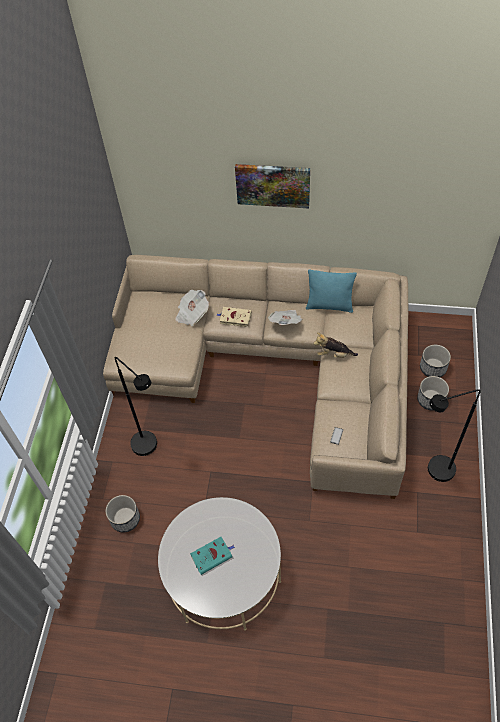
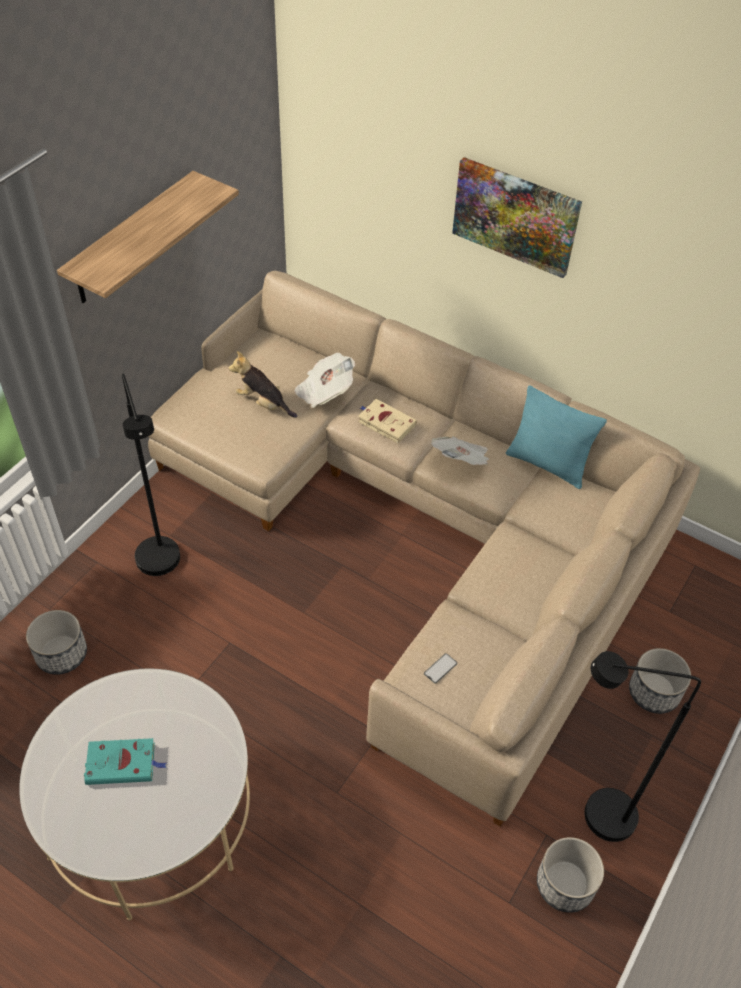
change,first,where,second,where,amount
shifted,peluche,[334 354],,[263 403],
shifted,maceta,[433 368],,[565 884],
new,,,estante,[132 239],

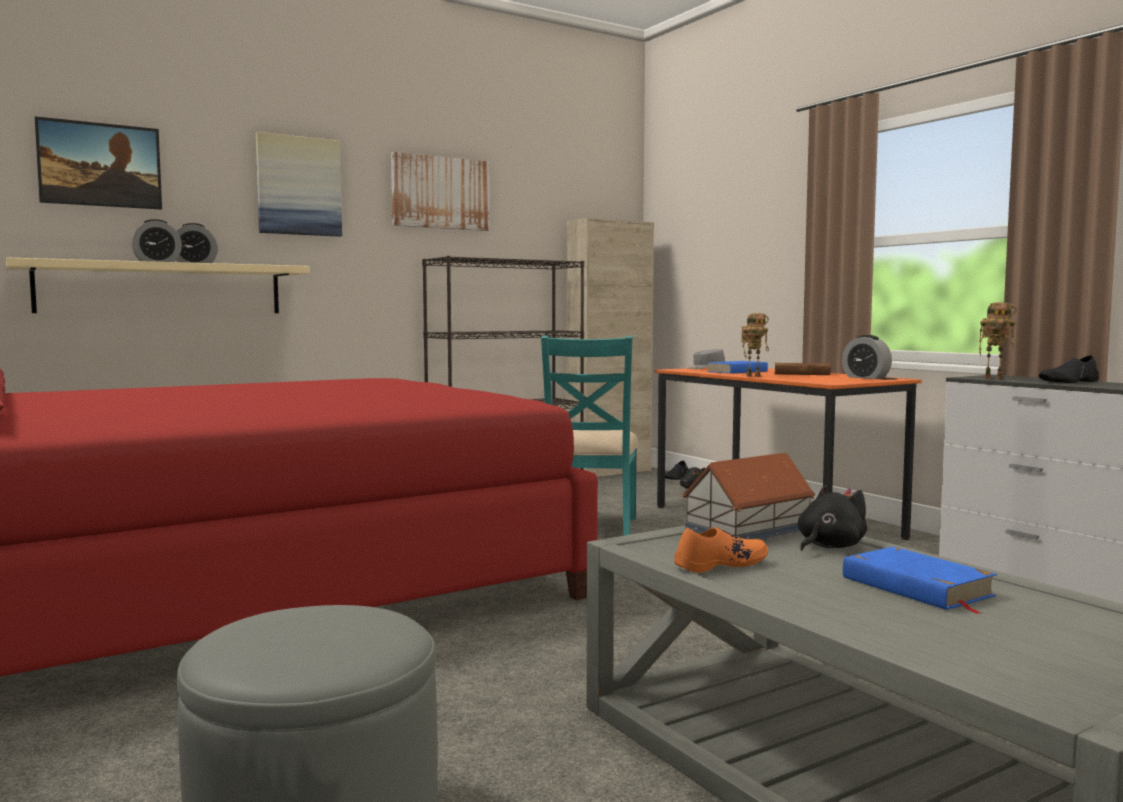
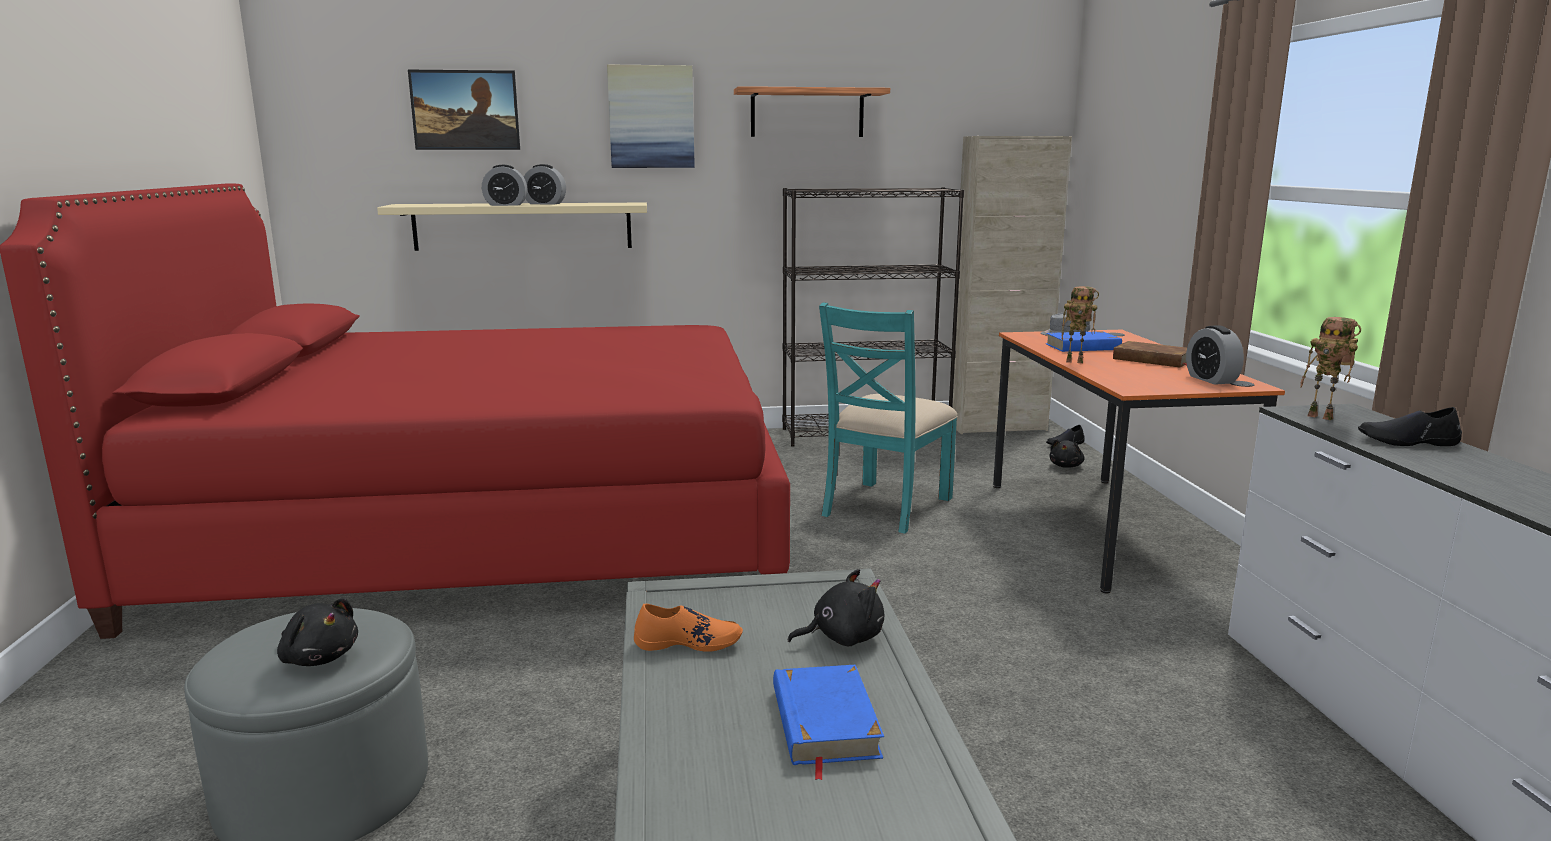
change,first,where,second,where,amount
swapped,cuadro,[440 193],estante,[807 113],
gone,casita,[749 528],,,
new,,,peluche [negro],[319 657],

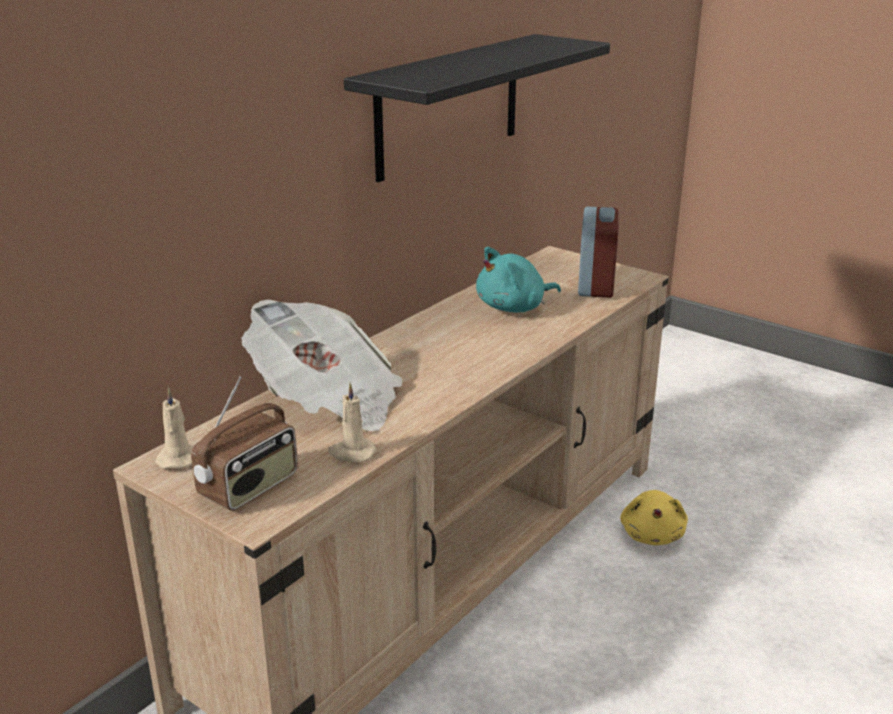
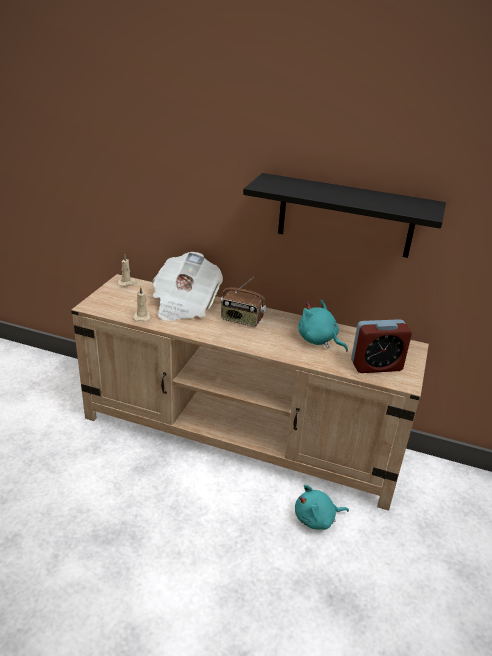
change,first,where,second,where,amount
shifted,radio,[250 488],,[241 320],
repainted,peluche [amarillo],[652 534],peluche [turquesa],[317 519],

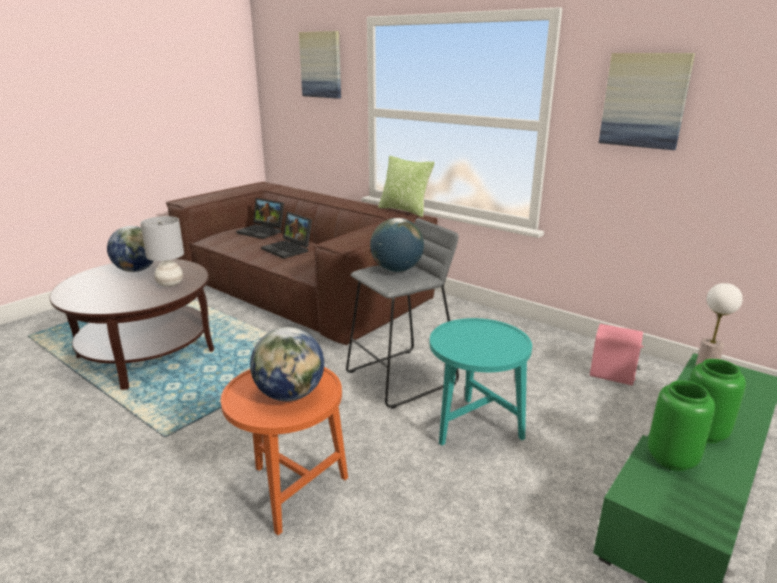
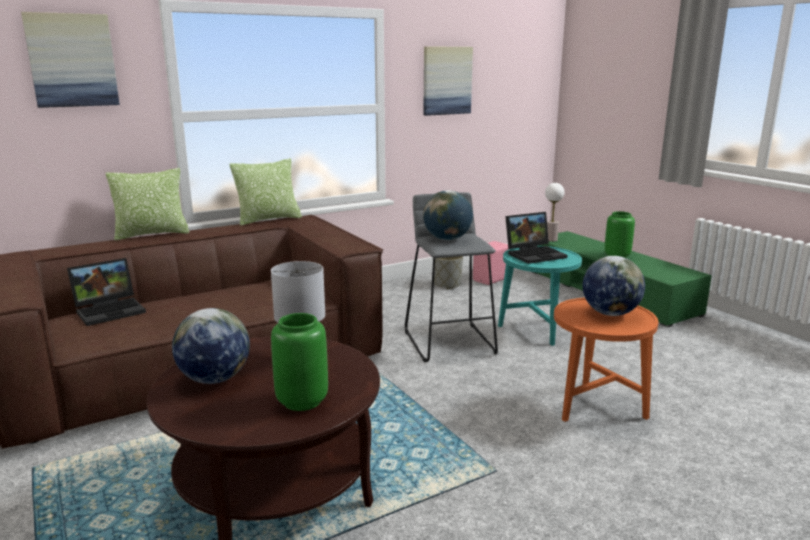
change,first,where,second,where,amount
shifted,portátil,[289 249],,[535 254],
shifted,florero [verde],[673 459],,[302 400],
new,,,cojín,[152 234],
new,,,maceta [gris],[446 285],

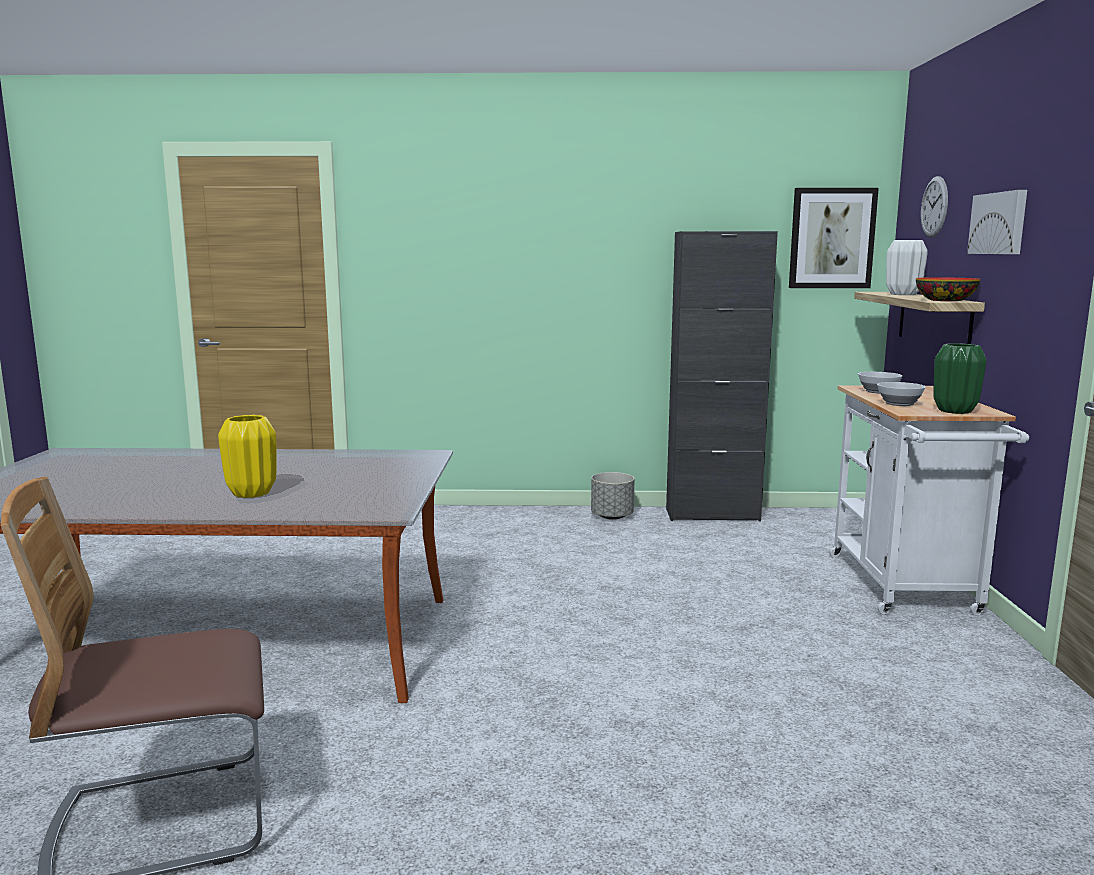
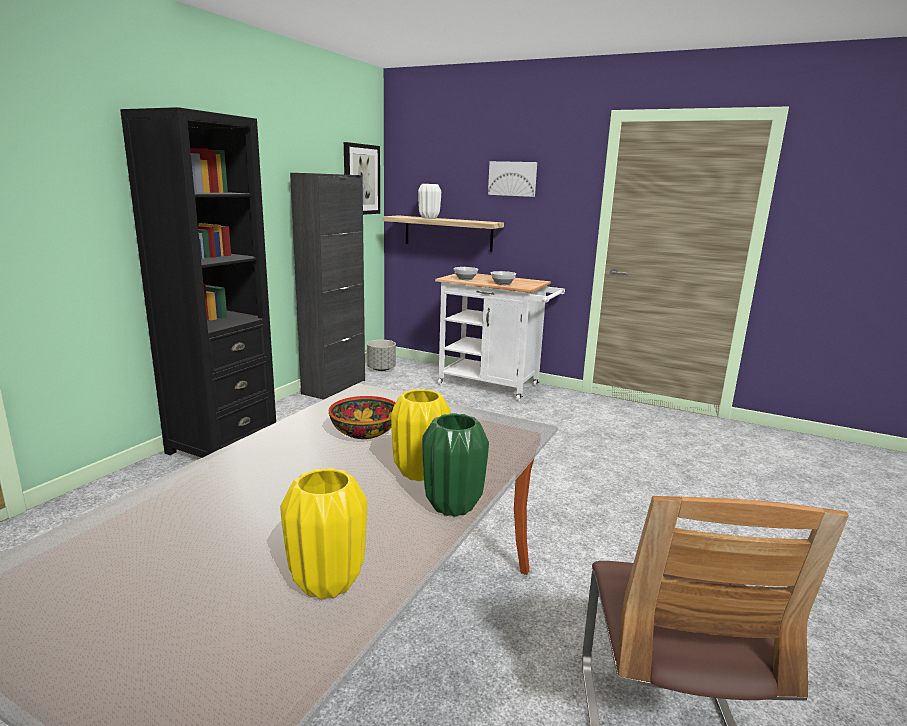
change,first,where,second,where,amount
shifted,maceta [gris],[612 516],,[381 369],
shifted,cuenco,[944 300],,[364 432],
gone,reloj de pared,[934 207],,,
shifted,florero [verde],[954 411],,[452 505],
new,,,estantería [negro],[222 445],
new,,,florero [amarillo],[327 582],

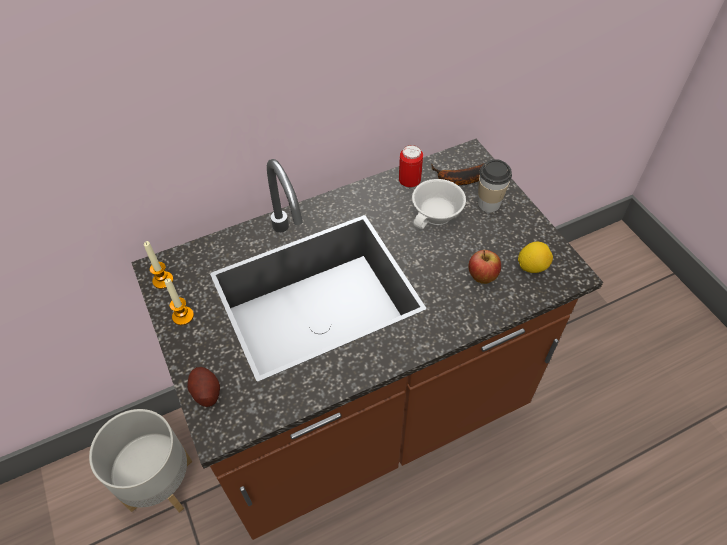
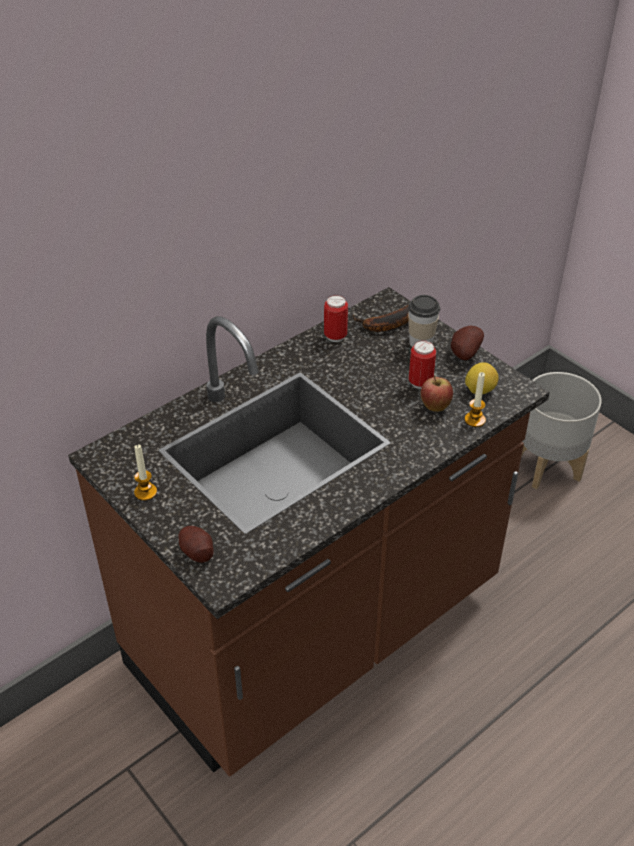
change,first,where,second,where,amount
shifted,maceta [gris],[160 484],,[547 467],
shifted,vela,[163 280],,[475 420],
gone,taza [blanco],[437 215],,,
new,,,lata,[420 382],
new,,,patata,[463 353],

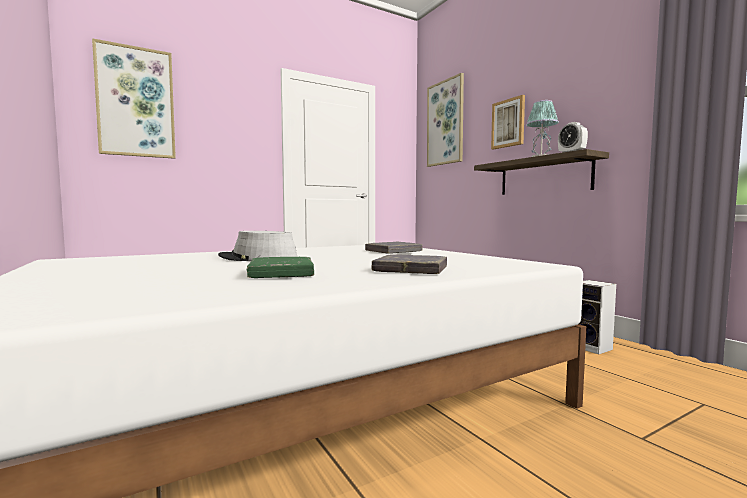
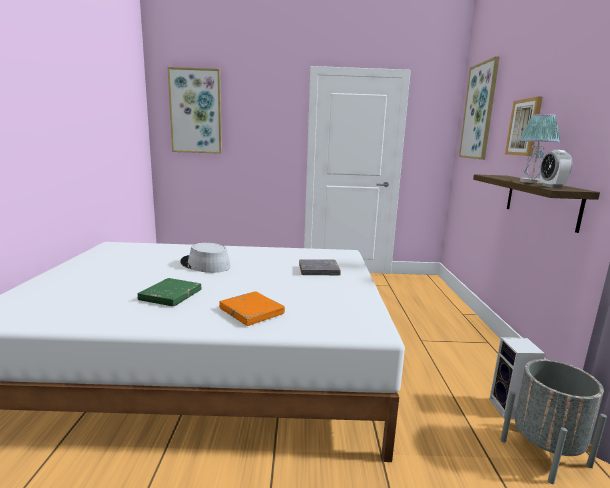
change,first,where,second,where,amount
repainted,libro [gris],[410 270],libro [naranja],[251 312],
new,,,maceta [gris],[544 453],

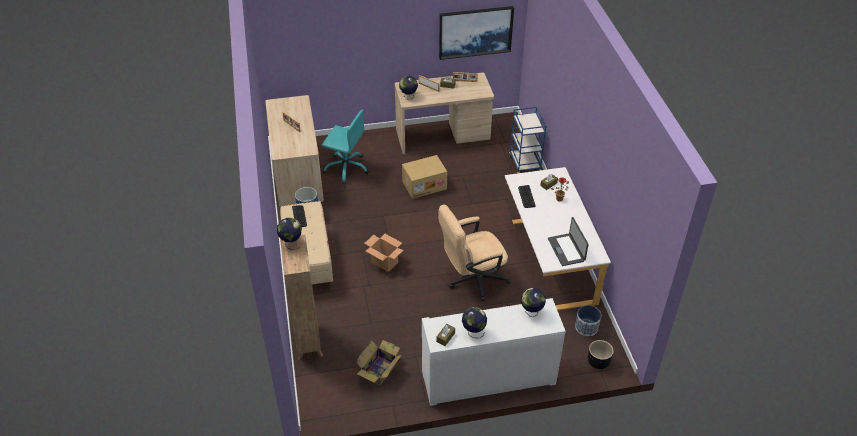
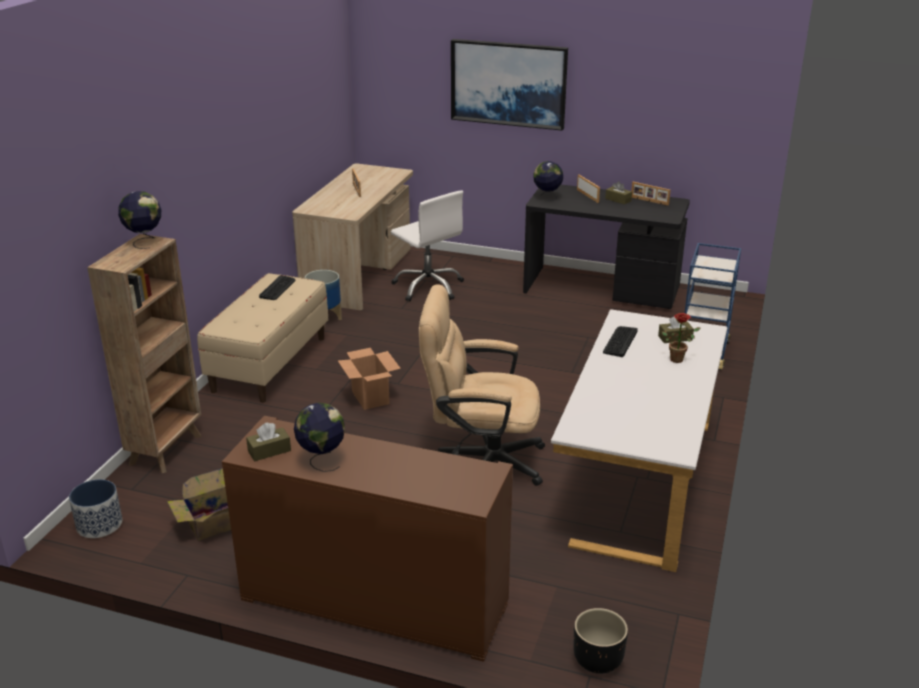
change,first,where,second,where,amount
repainted,silla de oficina [turquesa],[346 168],silla de oficina [blanco],[428 287],
repainted,escritorio [beis],[443 135],escritorio [negro],[601 289],
gone,caja de cartón,[424 185],,,
repainted,armario [blanco],[488 378],armario [marrón],[374 601],
shifted,cuadro,[475 32],,[508 83],
gone,globo terráqueo,[531 312],,,
gone,portátil,[566 250],,,
shifted,maceta,[586 327],,[100 524],

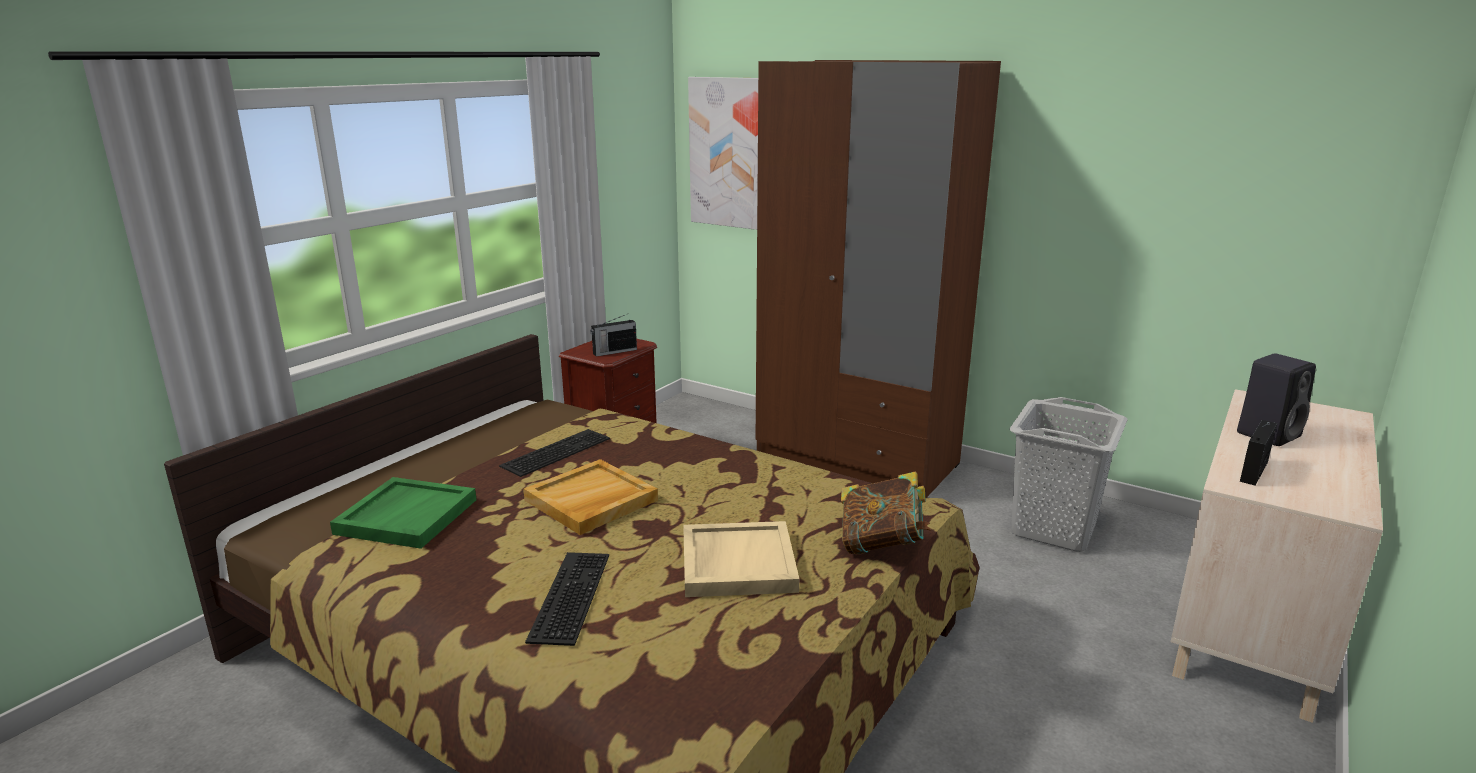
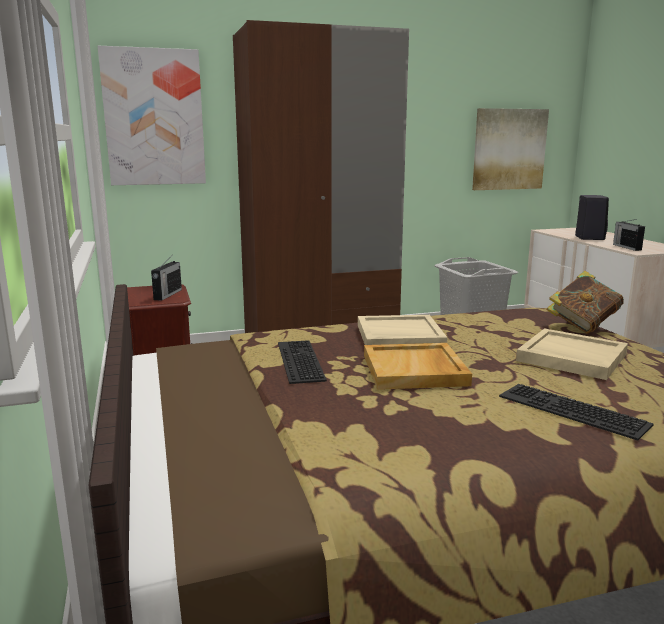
change,first,where,second,where,amount
gone,bandeja [verde],[406 516],,,
new,,,bandeja [beis],[399 336],
new,,,cuadro,[509 149],

